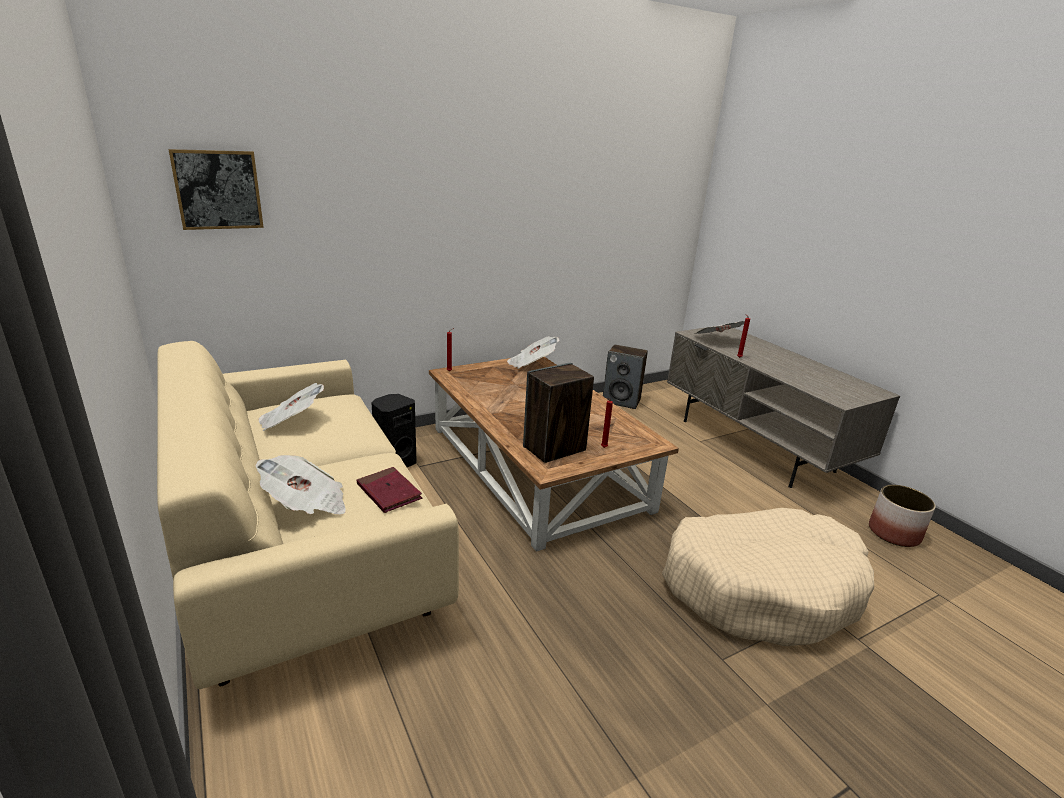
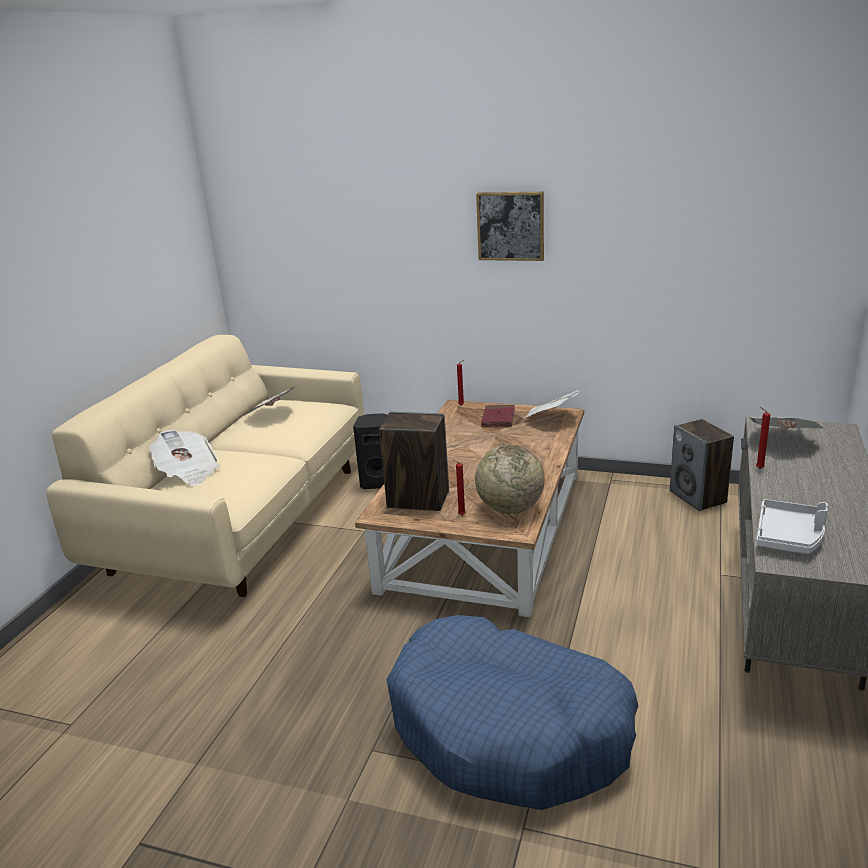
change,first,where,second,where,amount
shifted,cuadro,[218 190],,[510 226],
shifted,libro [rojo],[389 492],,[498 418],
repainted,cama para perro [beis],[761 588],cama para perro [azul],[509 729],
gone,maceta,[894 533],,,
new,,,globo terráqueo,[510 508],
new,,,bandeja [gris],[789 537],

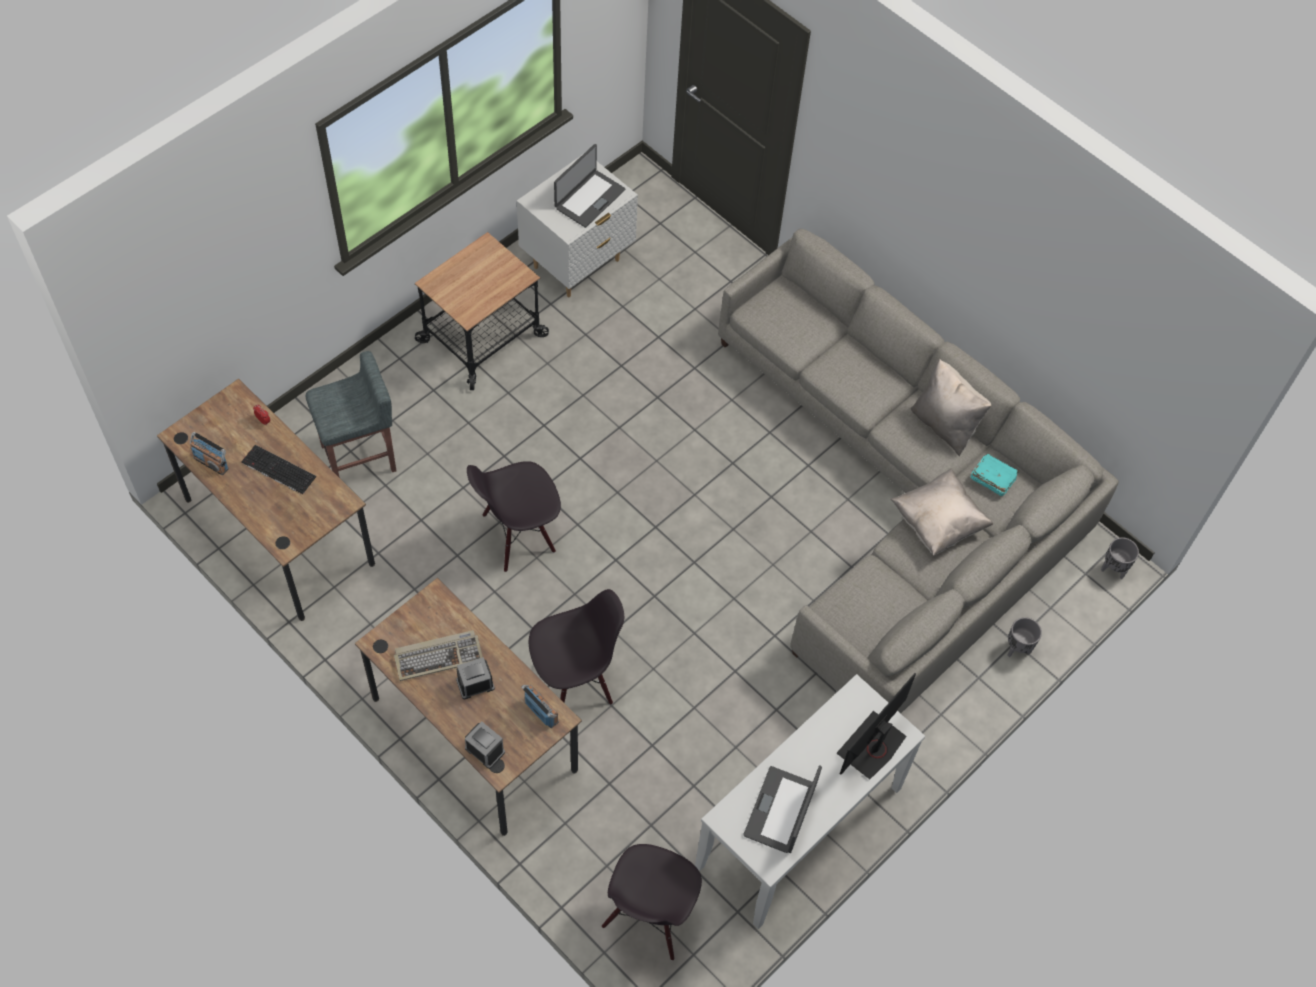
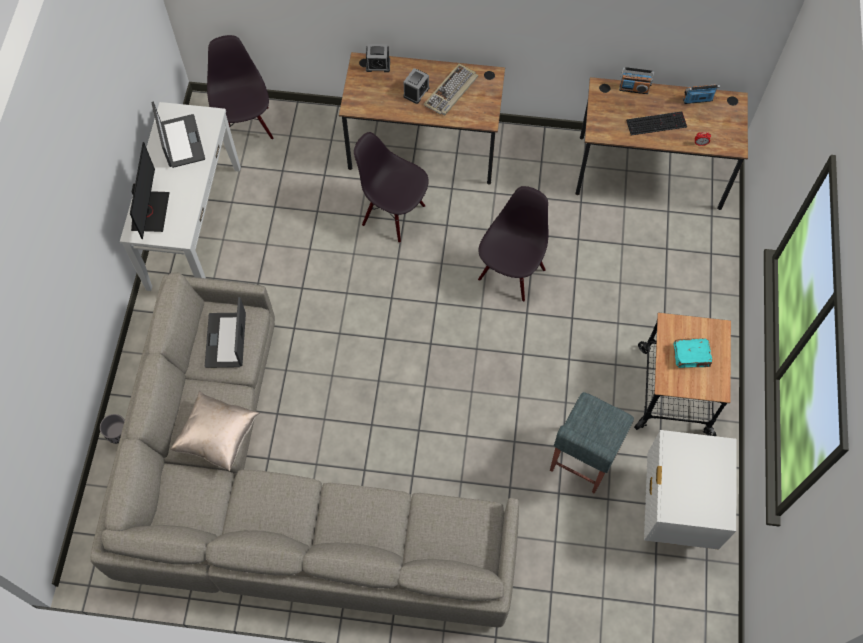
change,first,where,second,where,amount
shifted,taburete [gris],[360 458],,[582 460],
shifted,radio,[541 711],,[633 89],
rotated,silla [negro],[575 680],,[394 214],90 degrees clockwise
shifted,portátil,[589 198],,[226 340],
gone,cojín [beis],[944 425],,,
shifted,libro [turquesa],[992 479],,[691 356],
gone,maceta [gris],[1113 569],,,

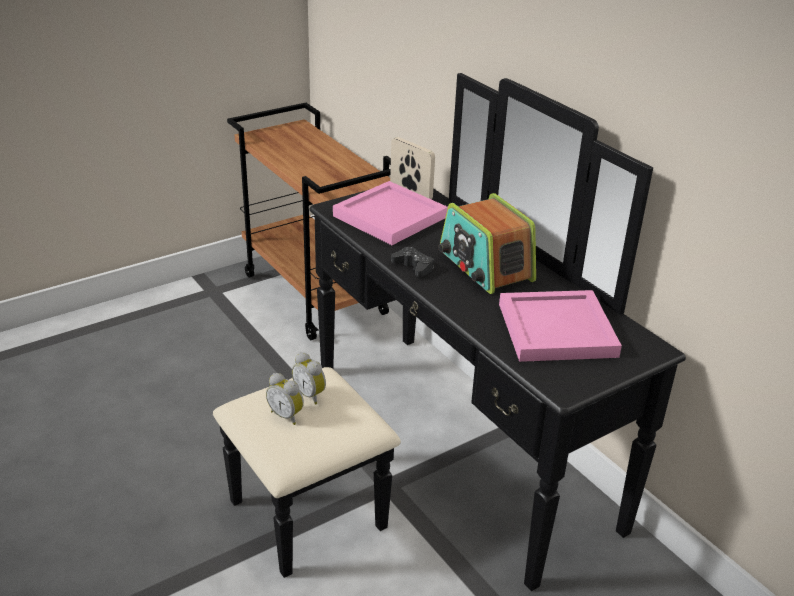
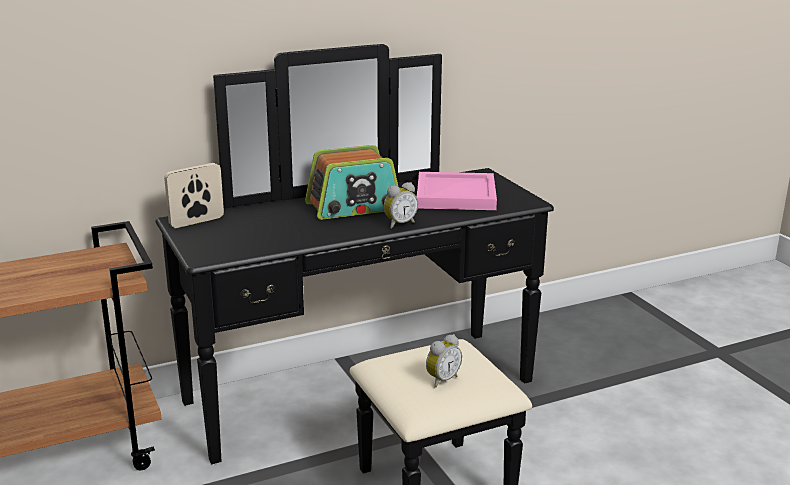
change,first,where,second,where,amount
shifted,despertador,[311 394],,[399 224],
gone,bandeja [rosa],[392 216],,,
gone,mando de consola [negro],[413 266],,,

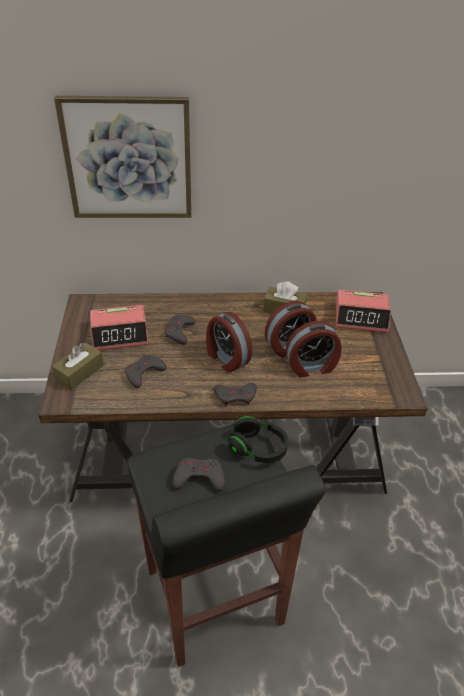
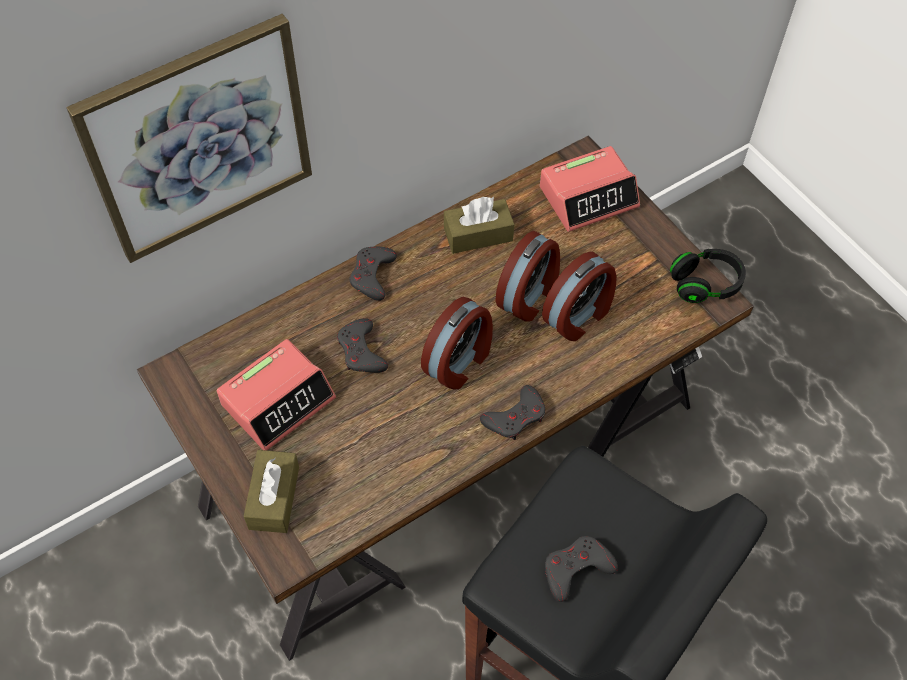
change,first,where,second,where,amount
shifted,mando de consola [gris],[144 373],,[372 275],
rotated,despertador,[226 358],,[459 362],75 degrees counterclockwise
shifted,auriculares [negro],[258 448],,[705 284],

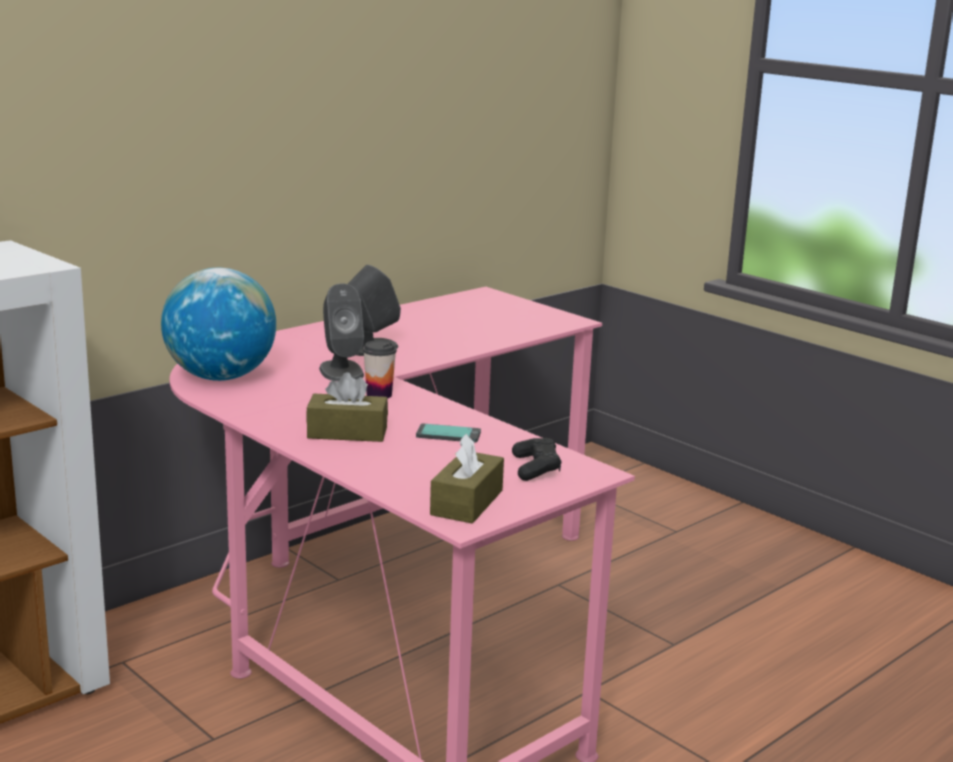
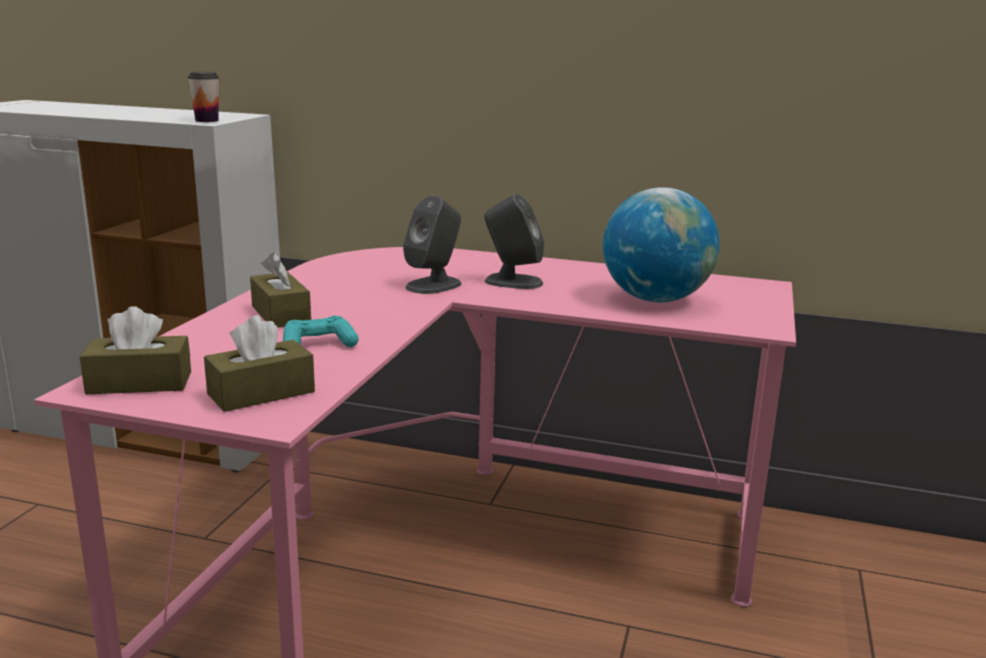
change,first,where,second,where,amount
shifted,globo terráqueo,[220 377],,[655 299],
shifted,taza,[379 395],,[207 120],
swapped,móvil,[448 434],mando de consola [turquesa],[318 345],
swapped,mando de consola [negro],[536 468],caja de pañuelos [marrón],[261 393],

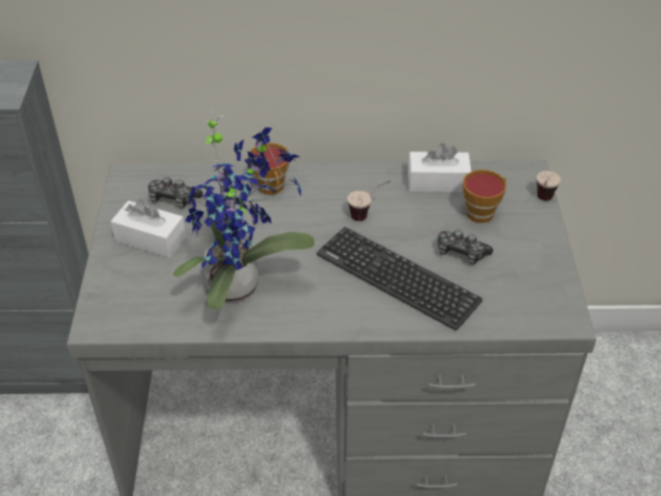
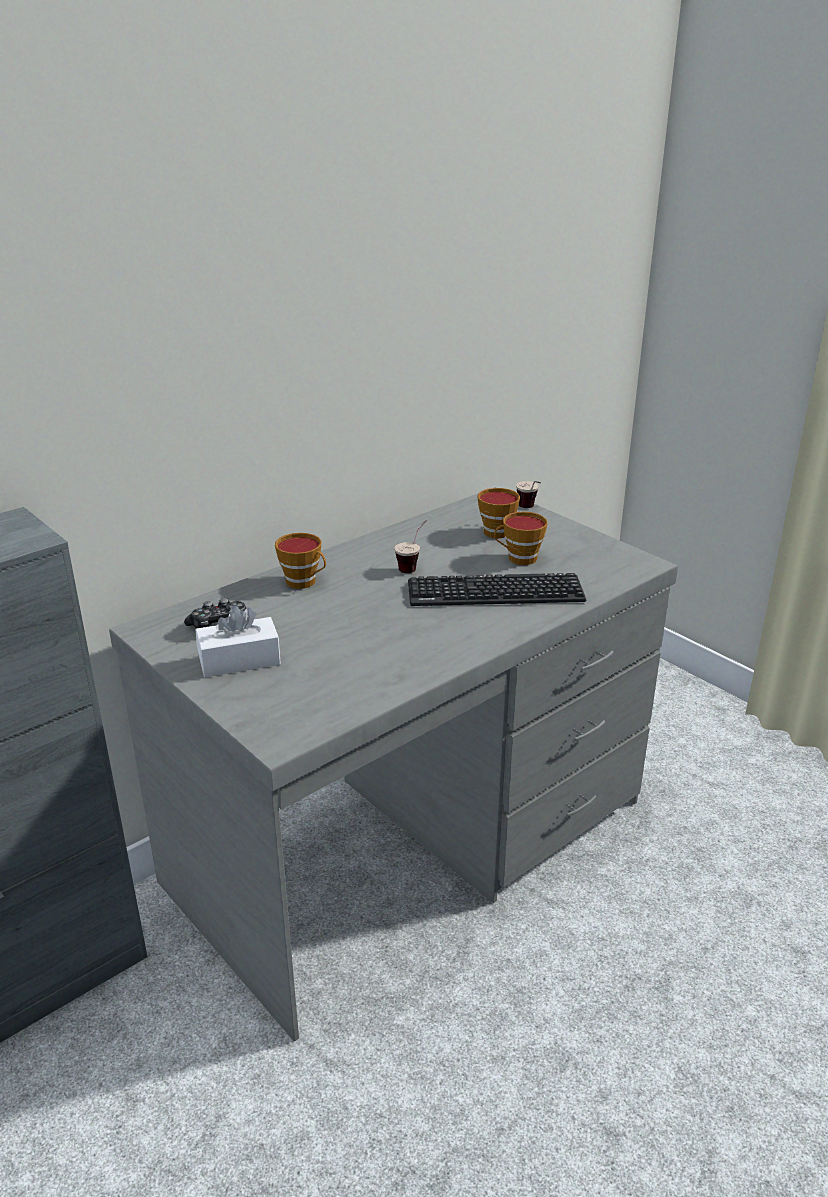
change,first,where,second,where,amount
gone,planta en maceta,[239 285],,,
gone,caja de pañuelos [blanco],[438 181],,,
swapped,mando de consola,[461 253],taza,[519 559],

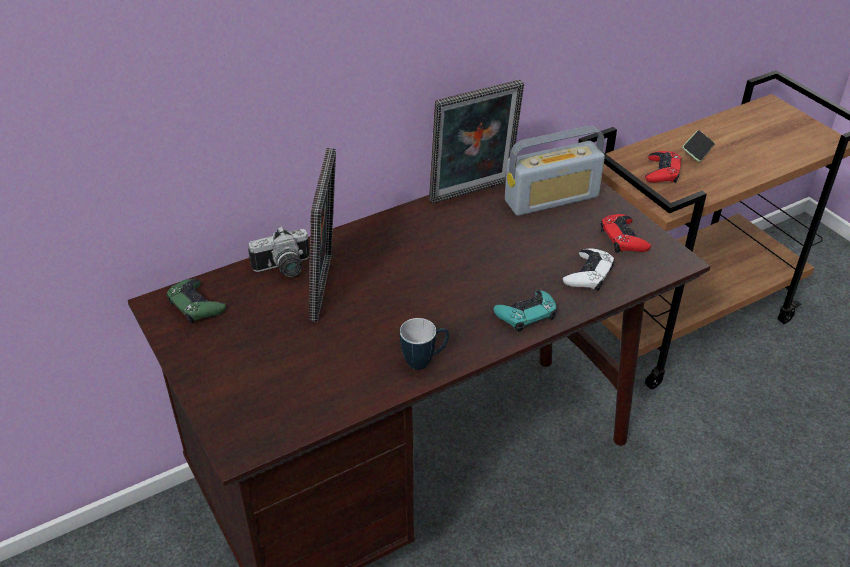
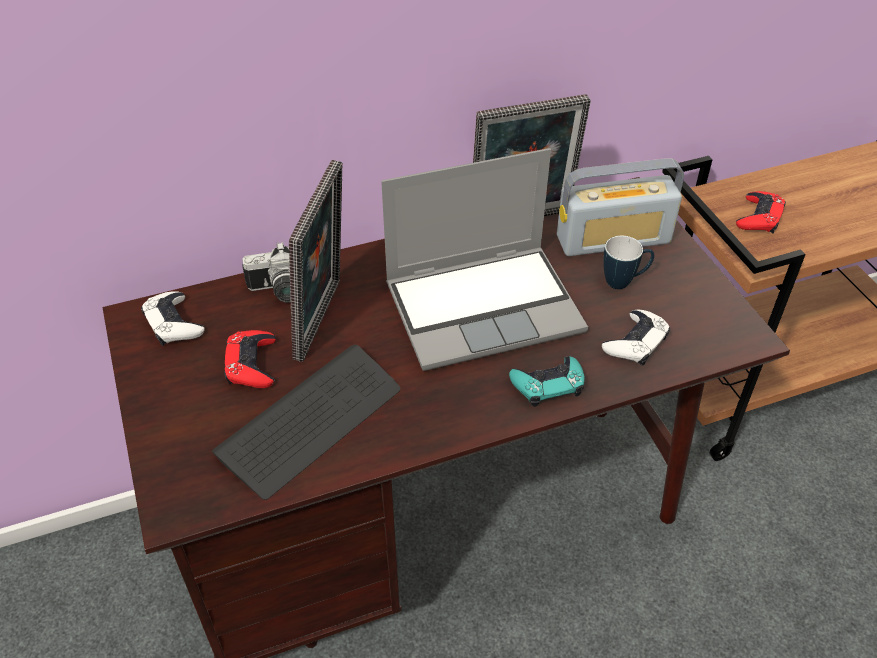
change,first,where,second,where,amount
repainted,mando de consola [verde],[196 305],mando de consola [blanco],[173 323],
shifted,taza grande,[425 361],,[624 281],
shifted,mando de consola [rojo],[623 239],,[251 364],
gone,móvil,[697 151],,,
new,,,teclado,[311 422],
new,,,portátil,[485 306],

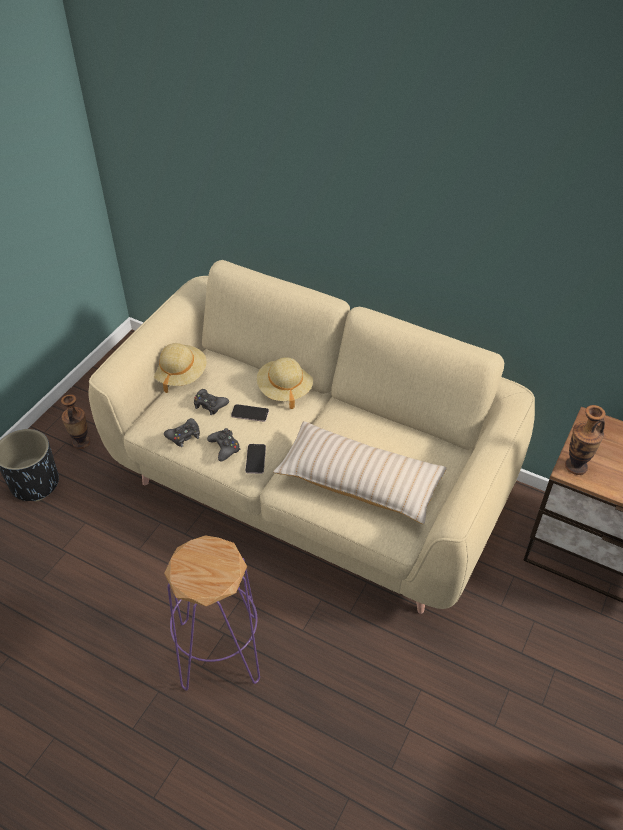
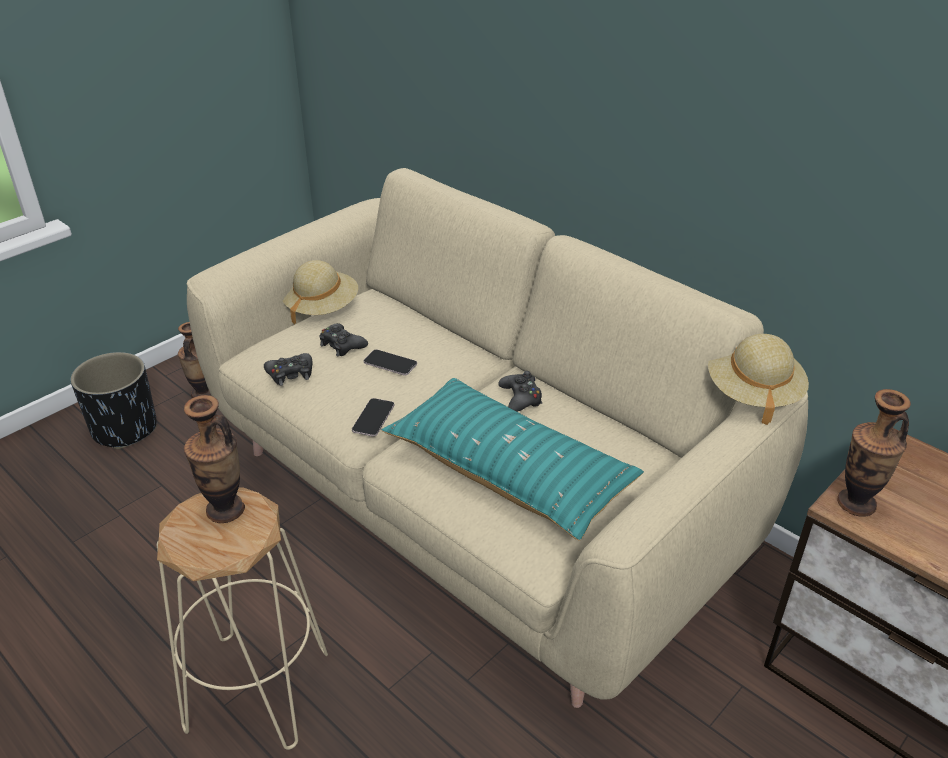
change,first,where,second,where,amount
repainted,taburete [morado],[219 651],taburete [beis],[256 690],
shifted,mando de consola [negro],[224 447],,[520 398],
shifted,sombrero [beis],[285 389],,[752 393],
repainted,cojín [beis],[359 481],cojín [turquesa],[508 472],
new,,,florero,[225 510],

